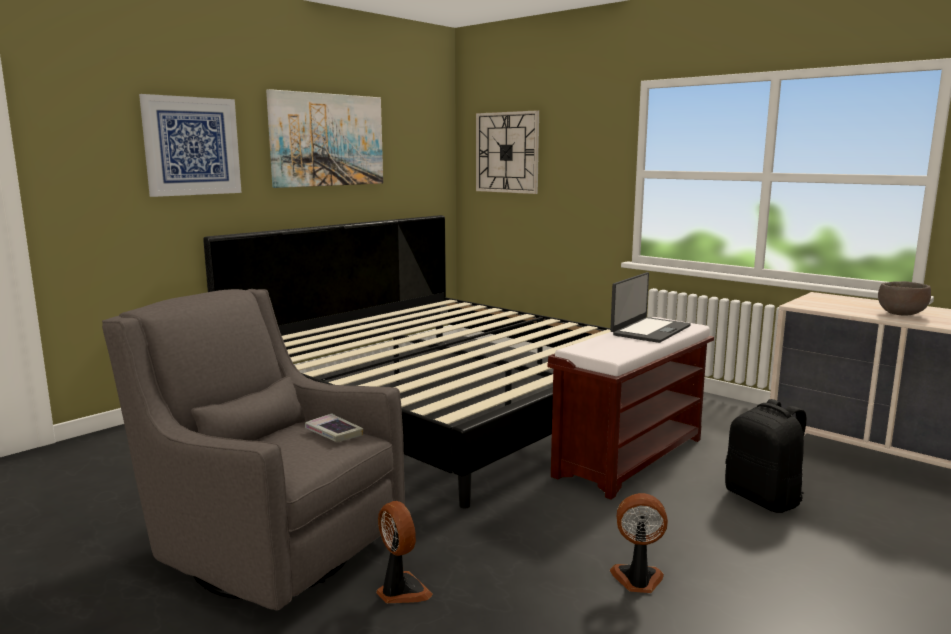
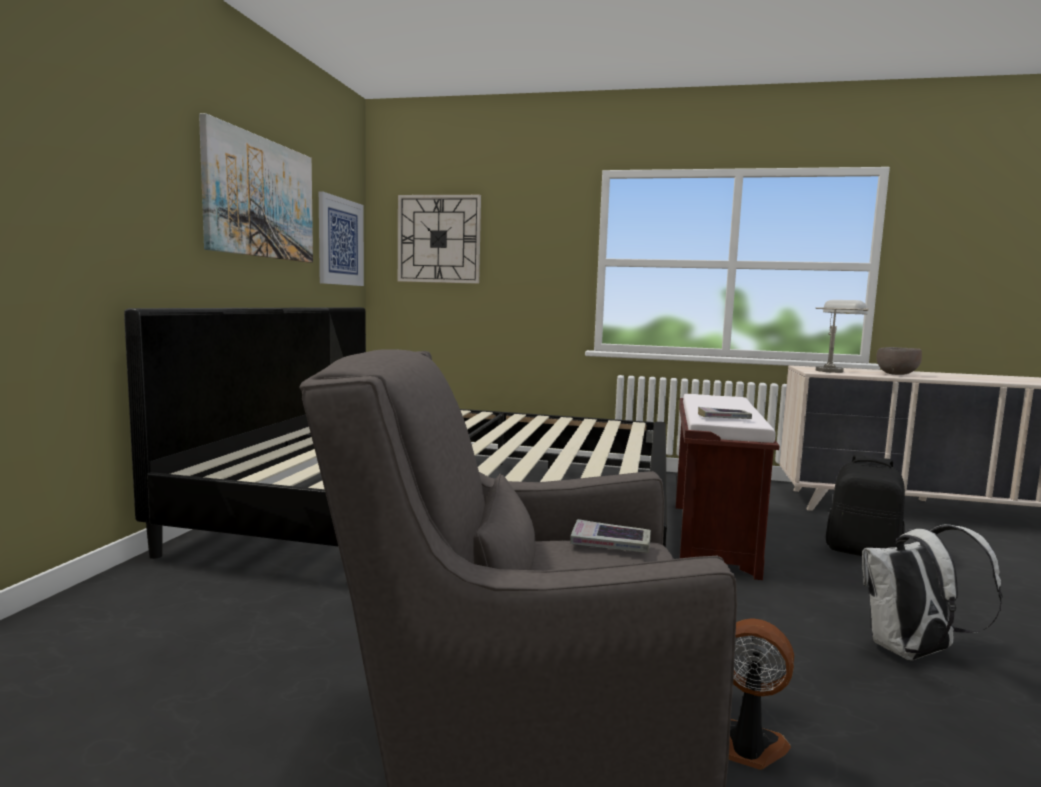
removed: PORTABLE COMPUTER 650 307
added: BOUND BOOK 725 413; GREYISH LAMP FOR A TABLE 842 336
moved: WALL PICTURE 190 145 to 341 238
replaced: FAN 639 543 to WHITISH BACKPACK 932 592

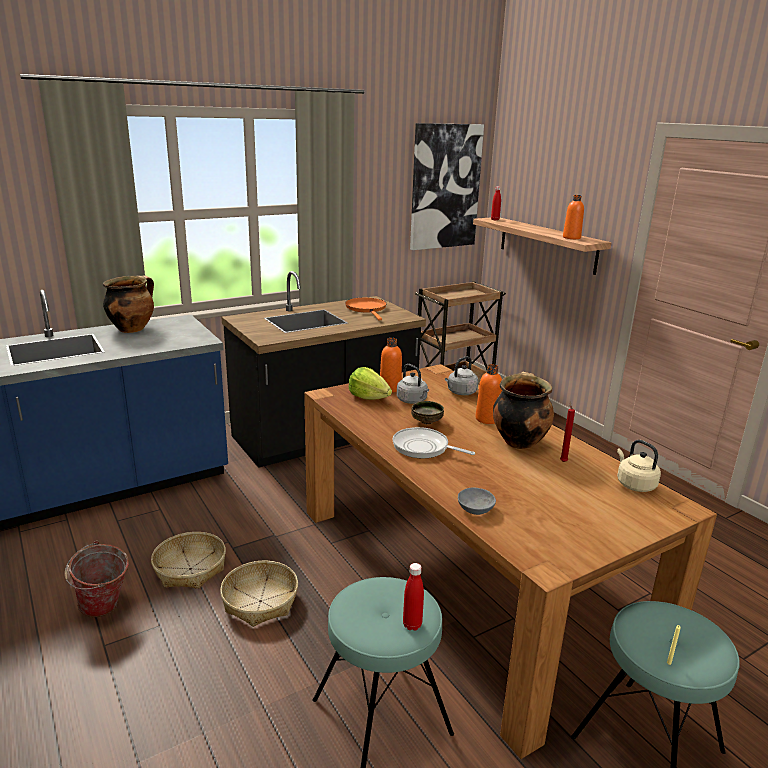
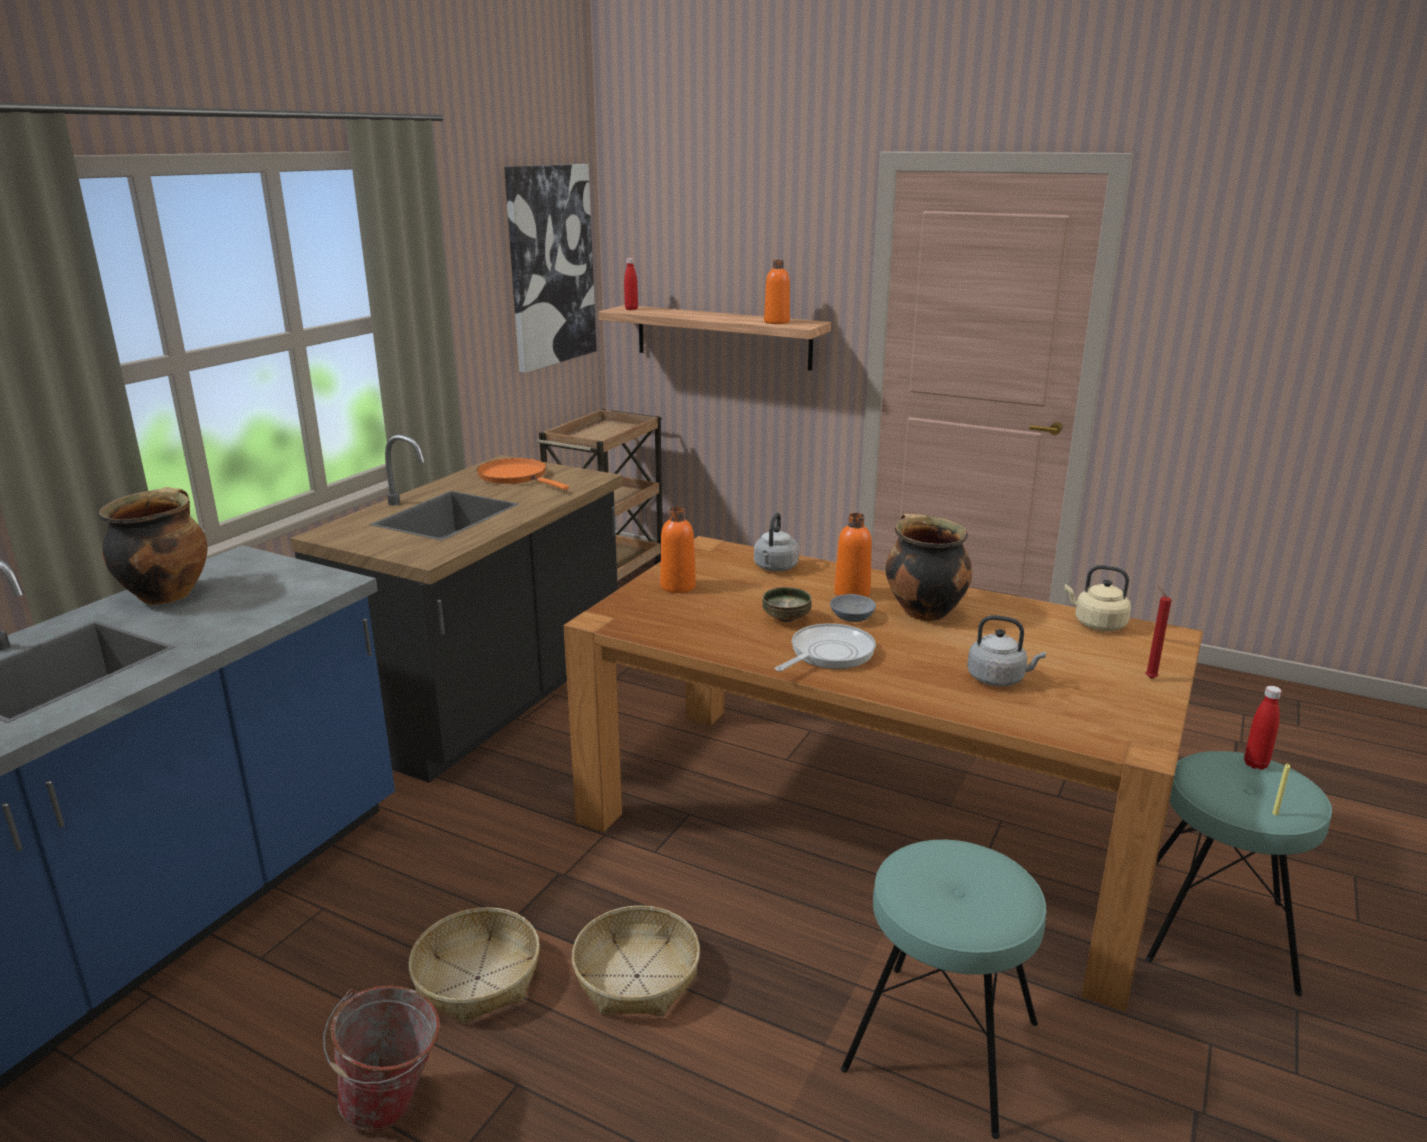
removed: LETTUCE 370 383
moved: GREYISH TEA KETTLE 413 384 to 1006 651; RED-COLOURED BEVERAGE BOTTLE 413 597 to 1263 728; GREYISH DEEP DISH 477 501 to 853 608; RED-COLOURED WAX CANDLE 567 432 to 1158 632
turned: PAN 434 443 = 825 647 135 degrees clockwise

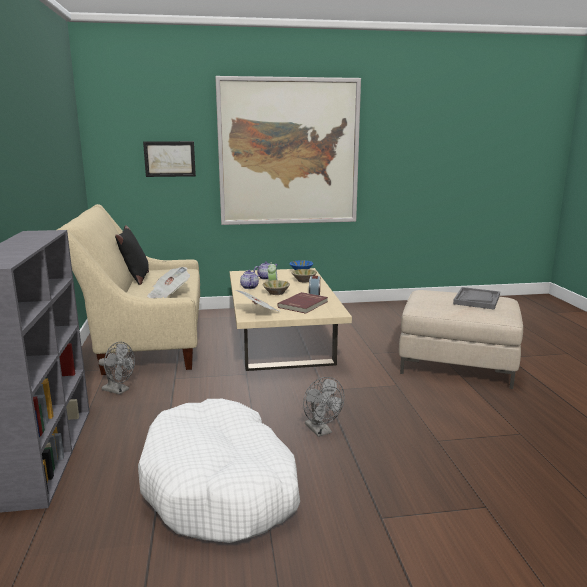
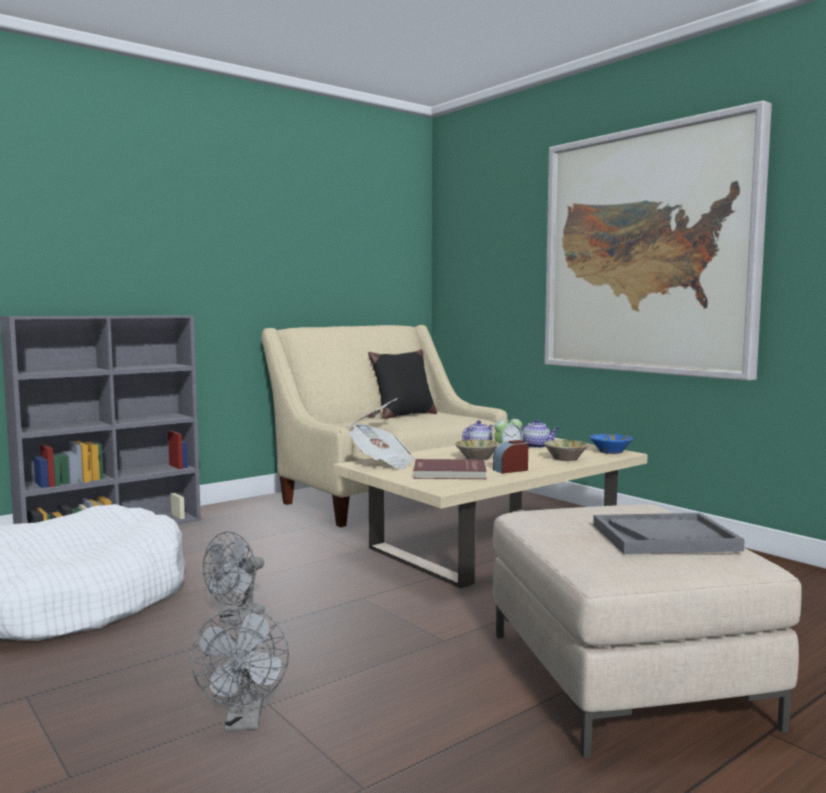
removed: WALL PICTURE 169 159
moved: GREYISH FAN 116 368 to 239 669

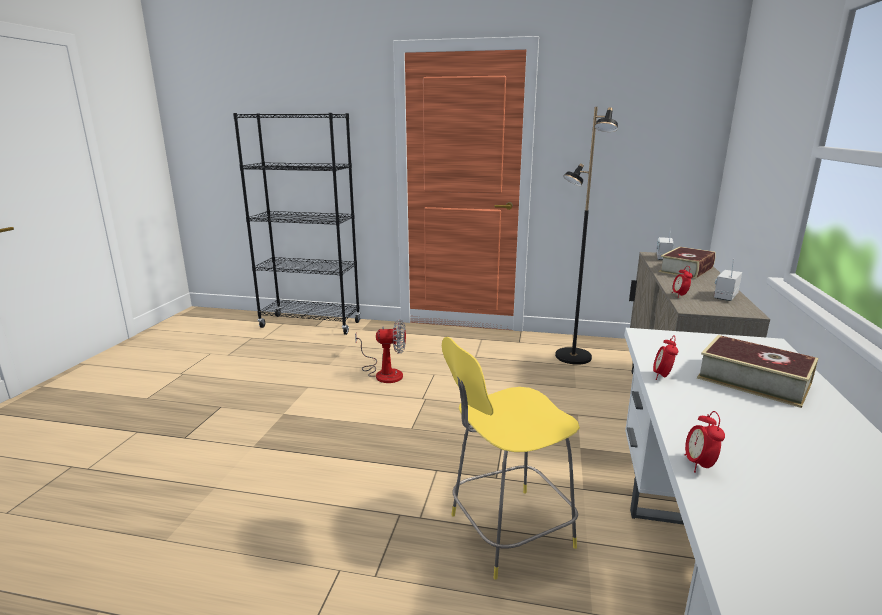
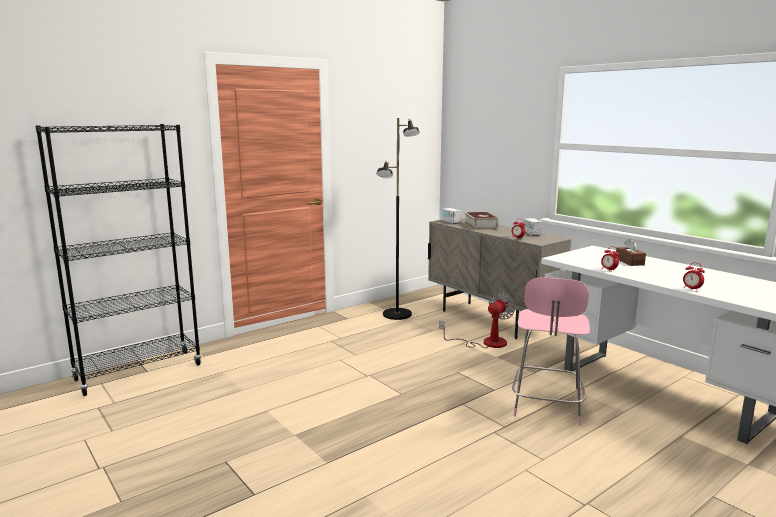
moved: FAN 380 351 to 477 319
replaced: BOUND BOOK 757 371 to BROWN TISSUE HOLDER 631 252
recoloured: YELLOWISH STOOL 511 458 to PINK-COLOURED STOOL 551 351

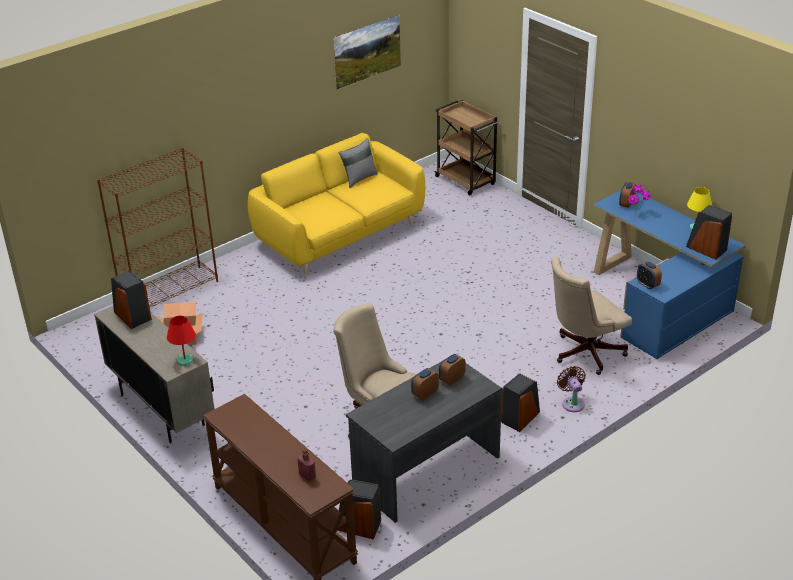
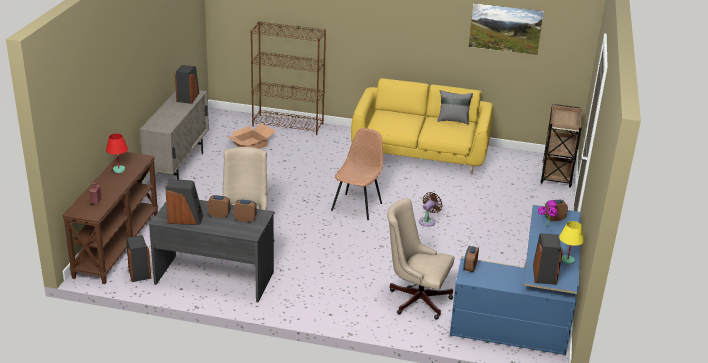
added: BROWN PLAIN CHAIR 357 174
moved: RED-COLOURED LAMP FOR A TABLE 181 341 to 117 153; AUDIO SPEAKER 520 403 to 184 202; BROWN FAN 571 389 to 431 209

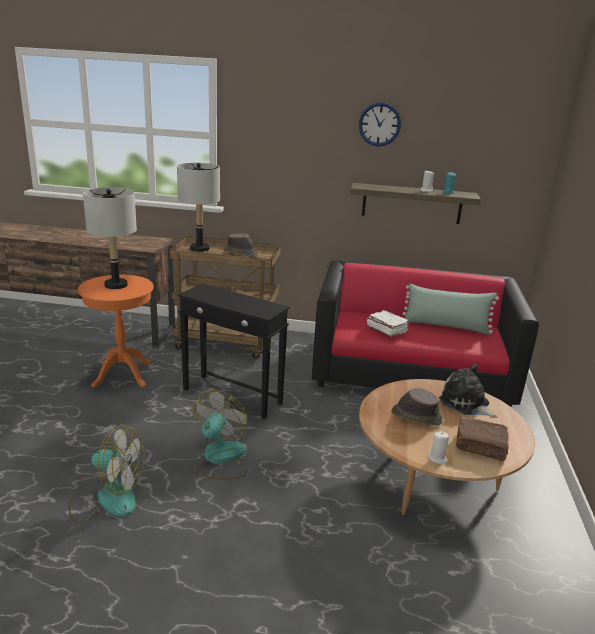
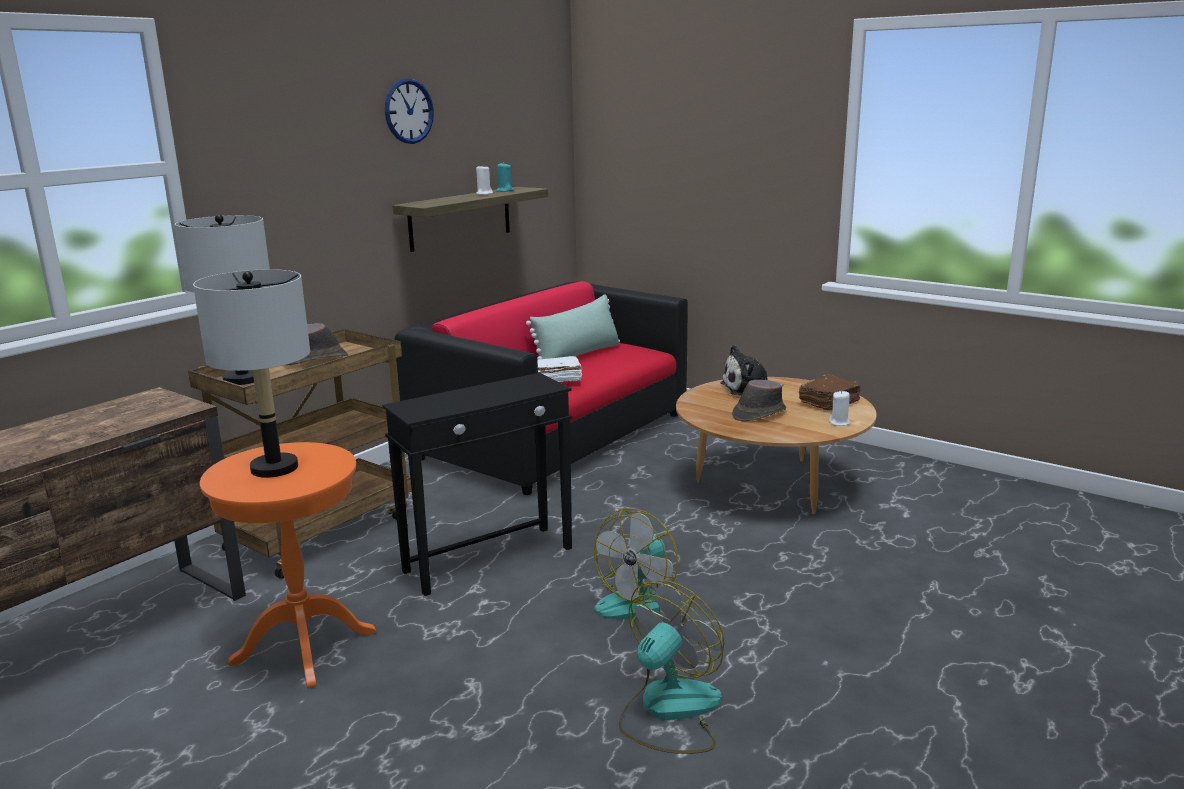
turned: FAN 221 435 = 636 563 105 degrees counterclockwise

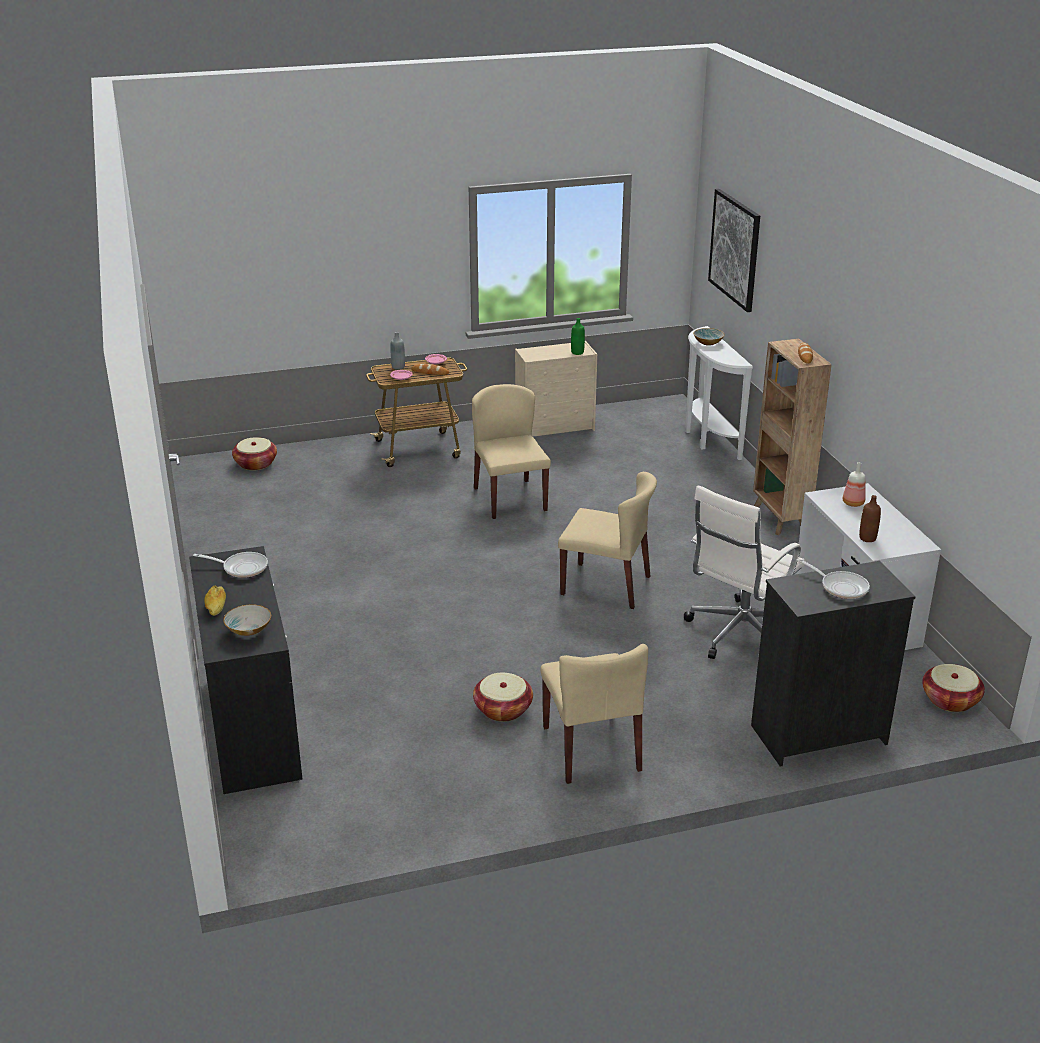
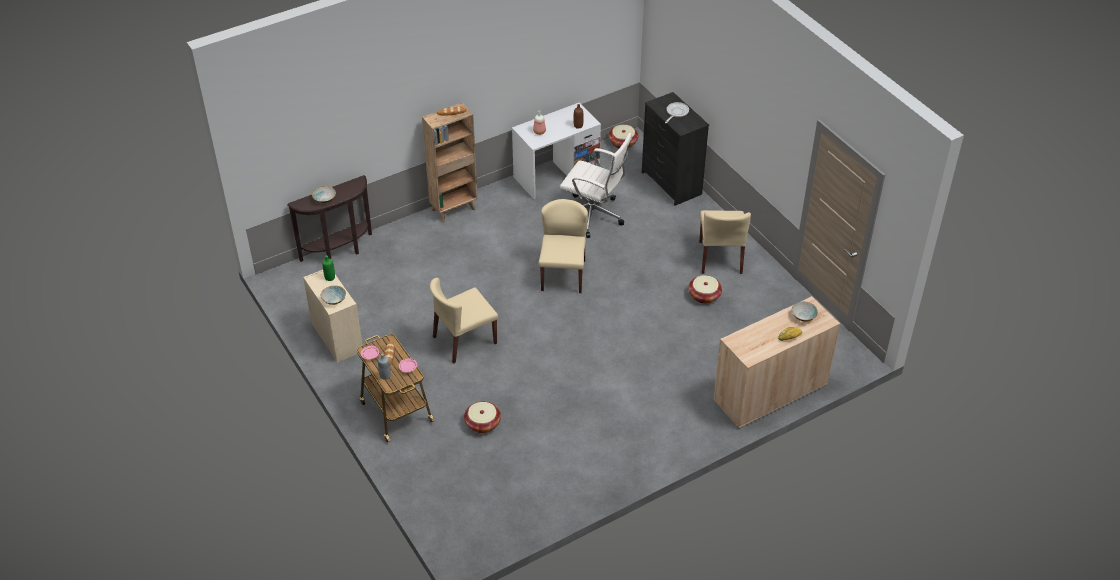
removed: PAN 230 565; WALL PICTURE 734 250
added: DEEP DISH 333 295
moved: STORAGE BASKET 254 454 to 482 417
recoloured: BLACK CABINET 245 671 to SAND-COLOURED CABINET 776 362; WHITISH HALL TABLE 719 393 to BROWN HALL TABLE 329 218
turned: SAND-COLOURED PLAIN CHAIR 594 714 = 725 242 120 degrees clockwise

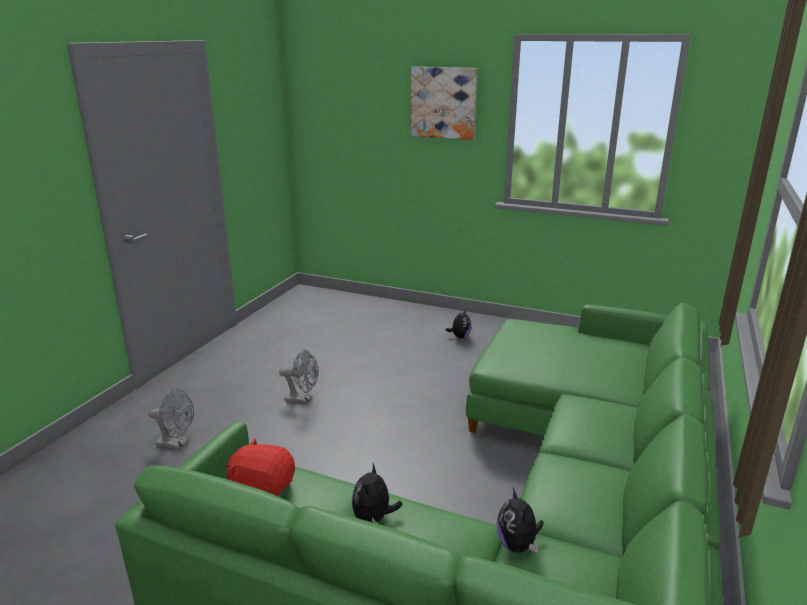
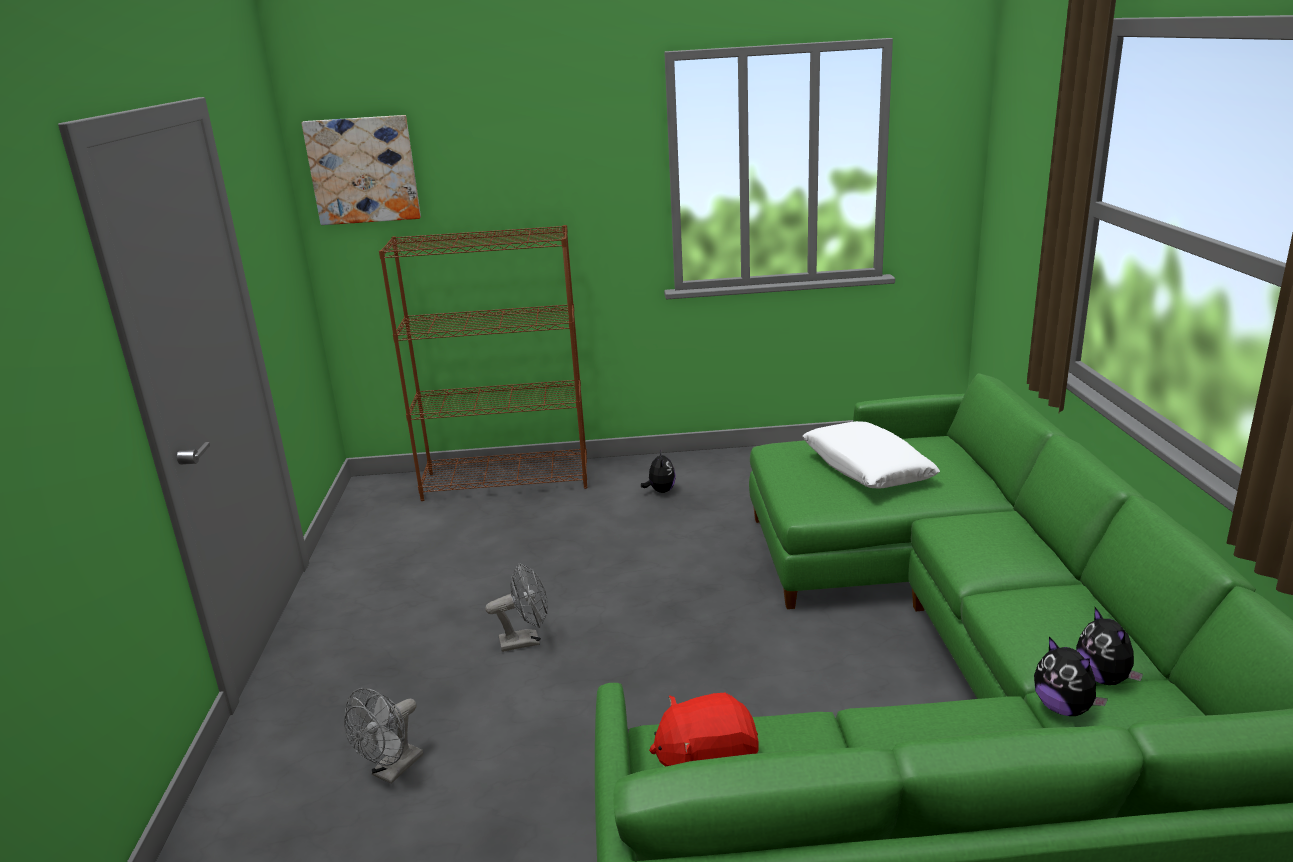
added: BROWN BOOKCASE 483 363; WHITISH CUSHION 871 454
moved: PLUSH TOY 377 493 to 1109 646; WALL PICTURE 444 103 to 361 170
turned: GREYISH FAN 171 419 = 383 736 135 degrees clockwise

